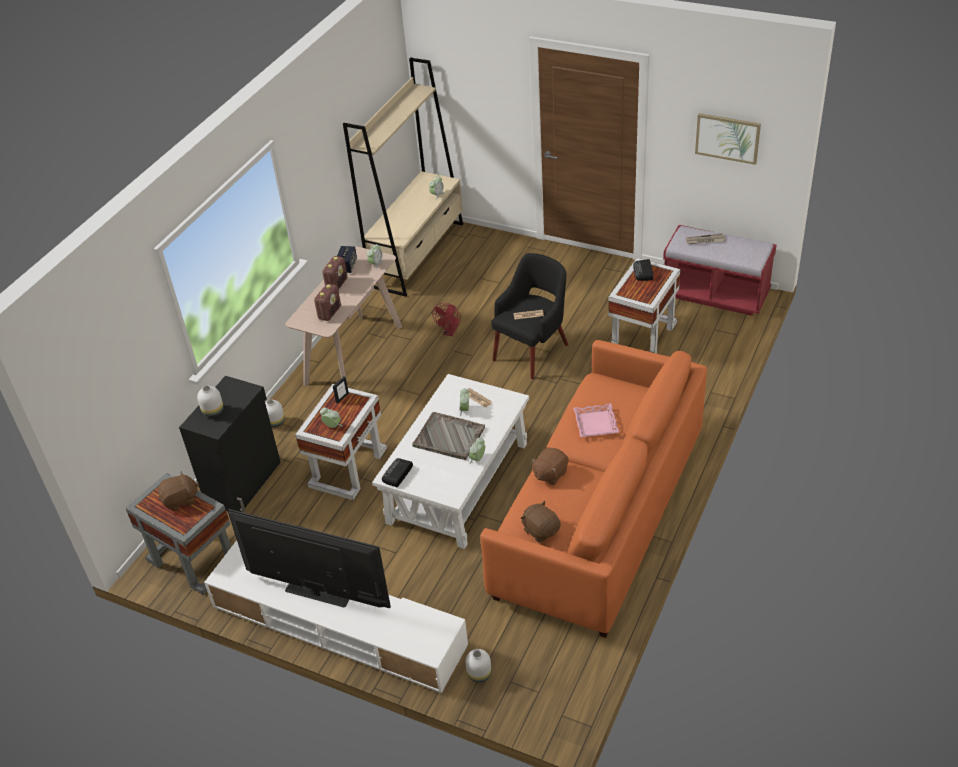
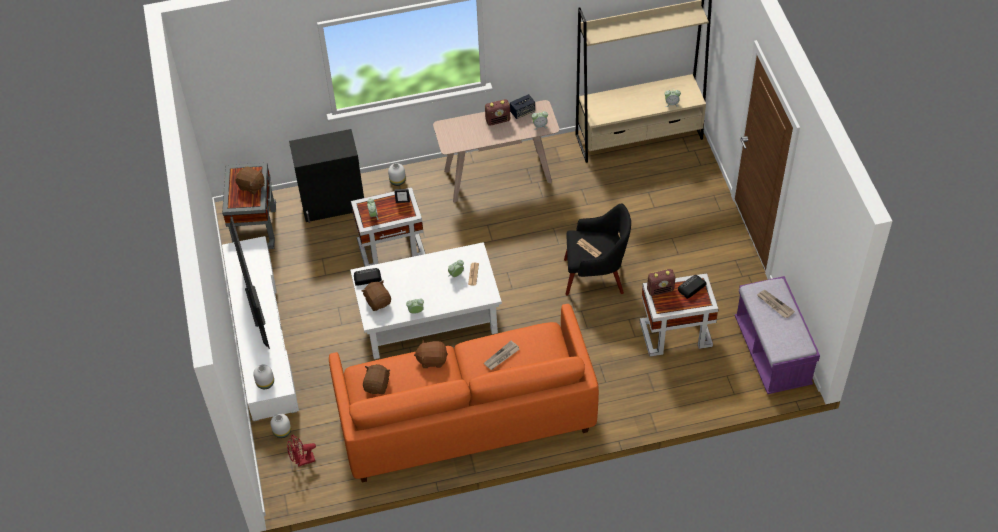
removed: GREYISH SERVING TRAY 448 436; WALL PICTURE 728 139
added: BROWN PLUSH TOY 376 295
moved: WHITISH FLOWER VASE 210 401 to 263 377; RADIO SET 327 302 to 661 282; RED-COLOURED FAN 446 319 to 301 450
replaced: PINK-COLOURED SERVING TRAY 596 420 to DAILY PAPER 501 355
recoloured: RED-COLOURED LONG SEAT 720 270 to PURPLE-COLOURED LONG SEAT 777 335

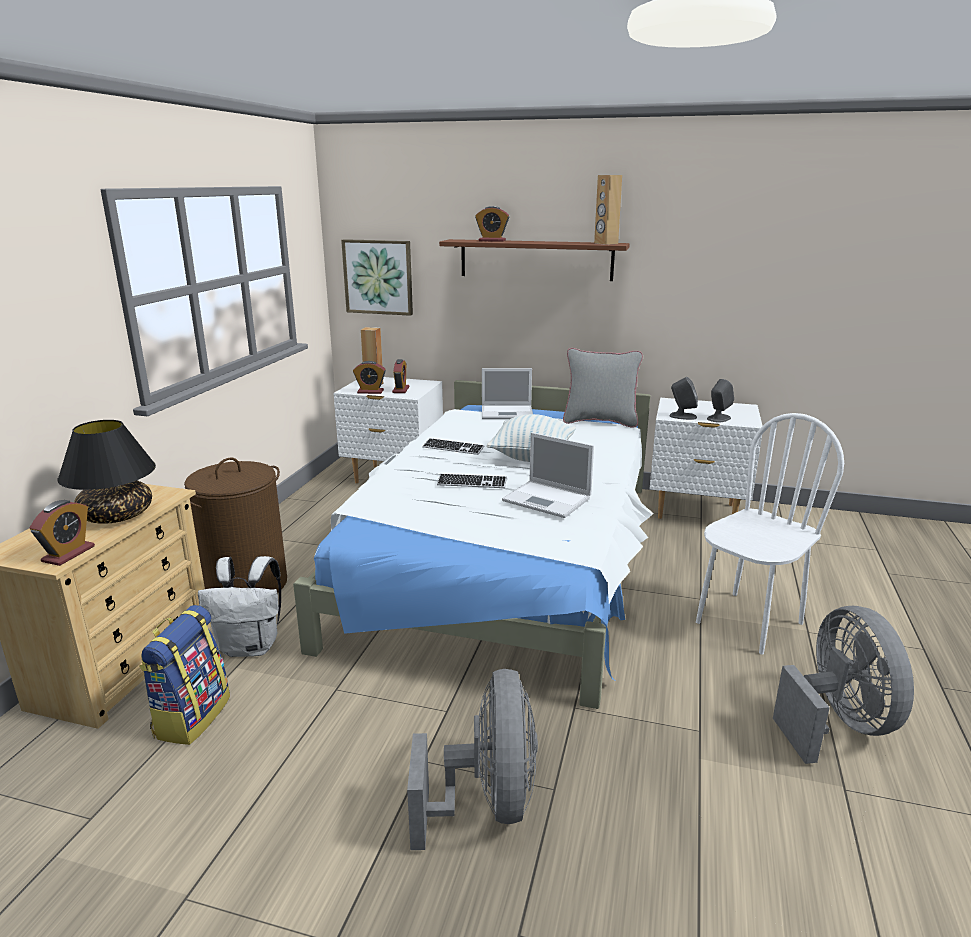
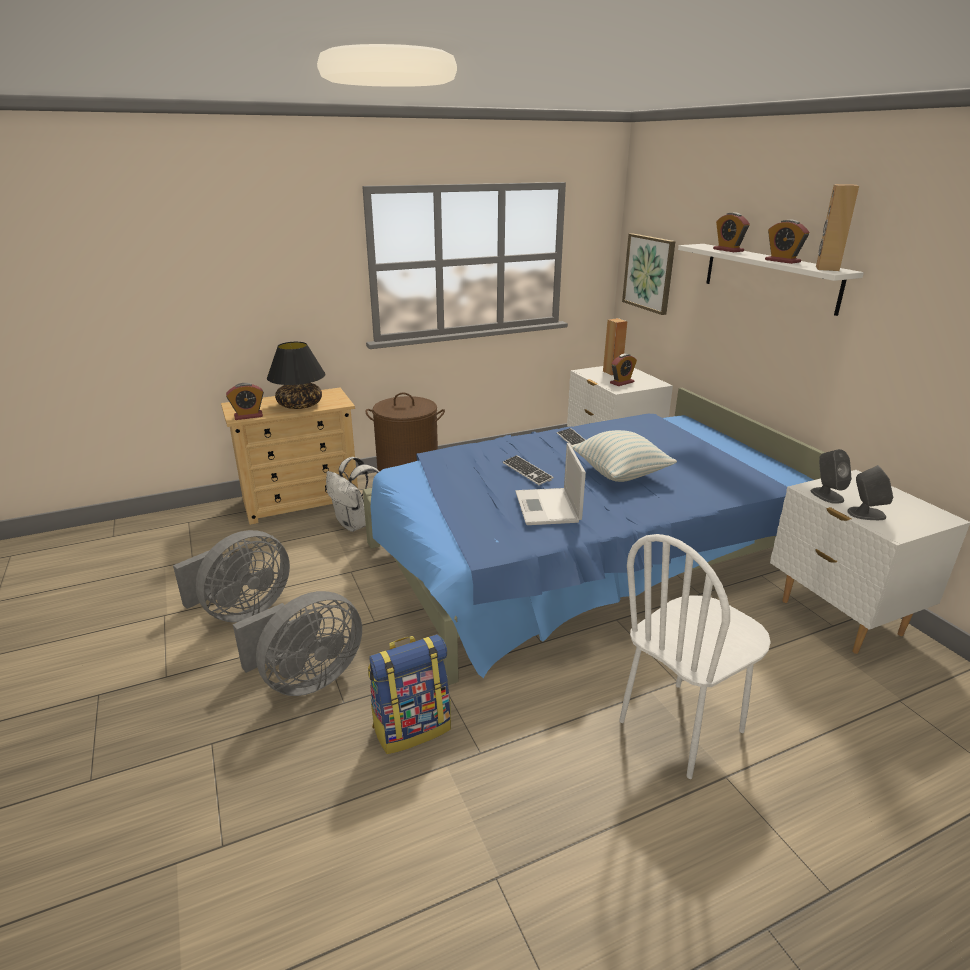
removed: PORTABLE COMPUTER 507 393; GREYISH CUSHION 603 388
moved: BACKPACK 184 675 to 409 694; BEDSIDE CLOCK 369 377 to 787 242; GREYISH FAN 843 685 to 231 576
recoloured: WHITISH BEDROOM BED 473 544 to BLUE BEDROOM BED 594 536; BROWN SHELF 534 260 to WHITISH SHELF 771 280
turned: WHITISH PLAIN CHAIR 770 534 = 695 656 135 degrees clockwise

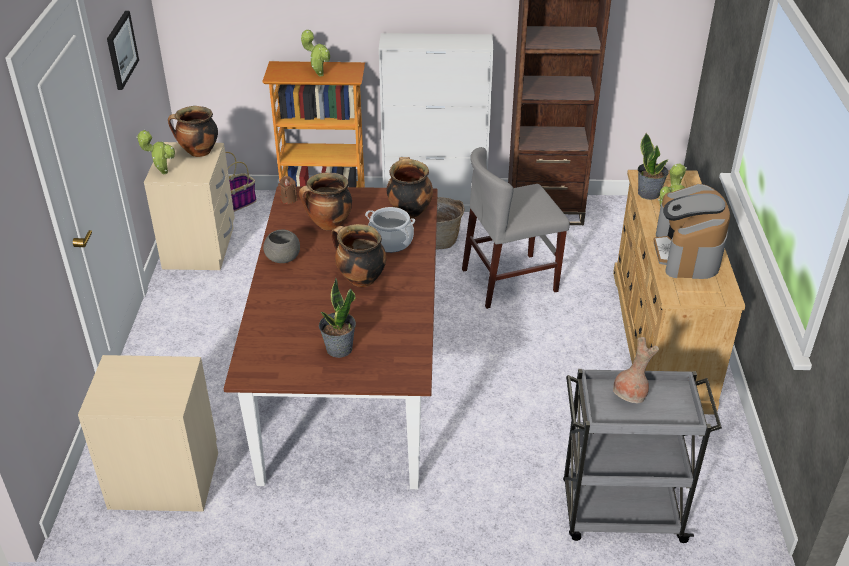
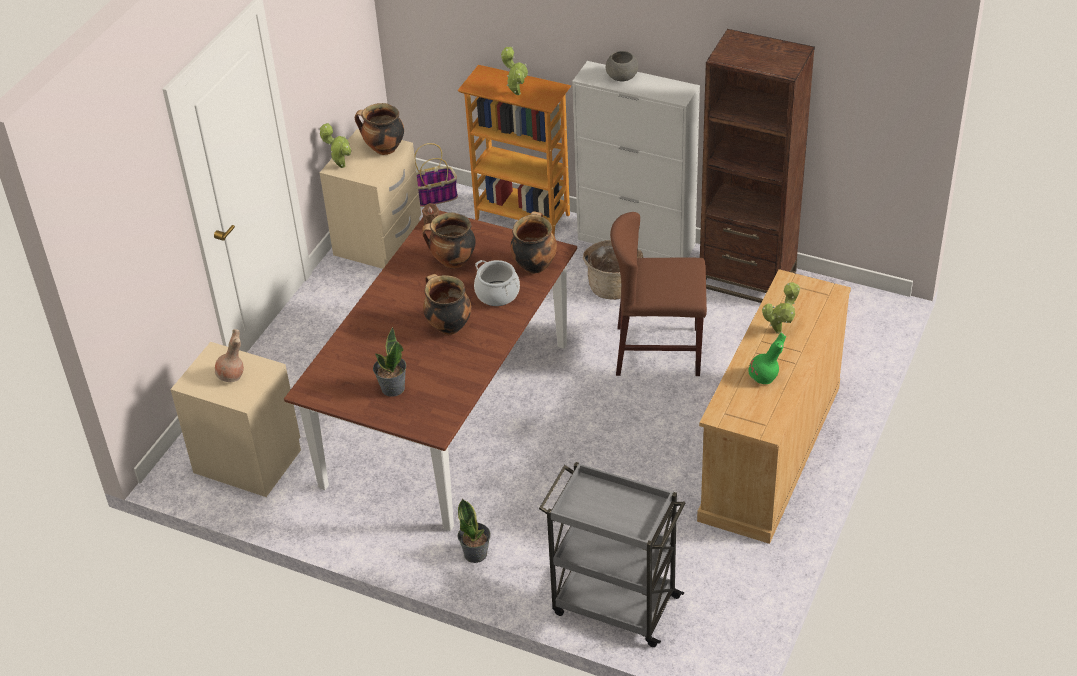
removed: WALL PICTURE 123 50
moved: GREYISH DEEP DISH 281 246 to 622 66; BROWN FLOWER VASE 636 370 to 229 355; PLANT IN A POT 653 166 to 474 530
replaced: COFFEE MAKER 692 231 to GREEN-COLOURED FLOWER VASE 767 358
recoloured: GREYISH PLAIN CHAIR 516 228 to BROWN PLAIN CHAIR 658 294

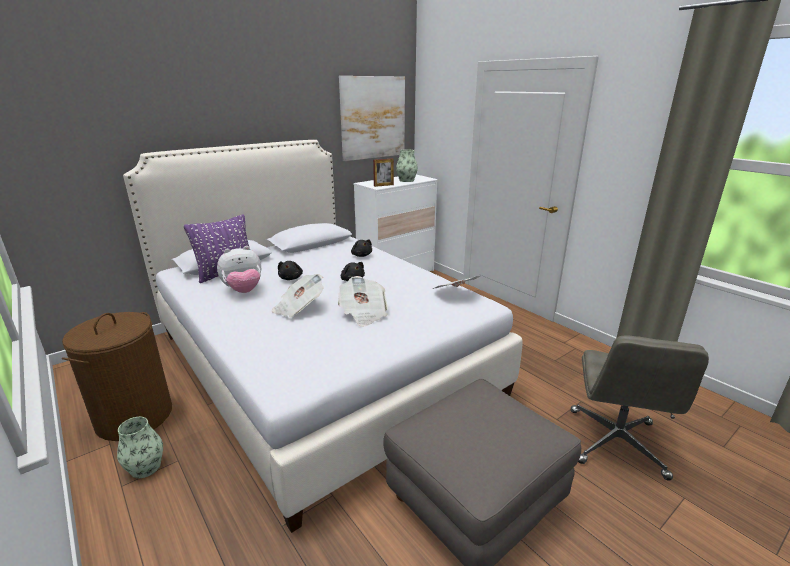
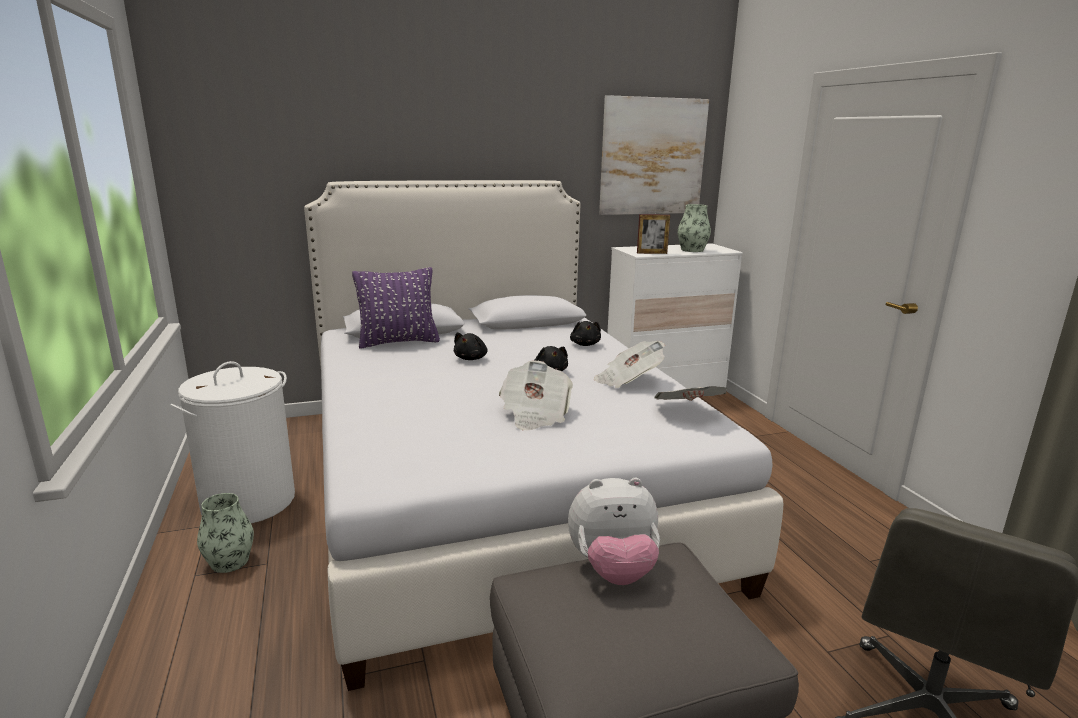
moved: PLUSH TOY 239 269 to 614 531; DAILY PAPER 297 295 to 629 364
recoloured: BROWN HAMPER 117 376 to WHITISH HAMPER 232 442

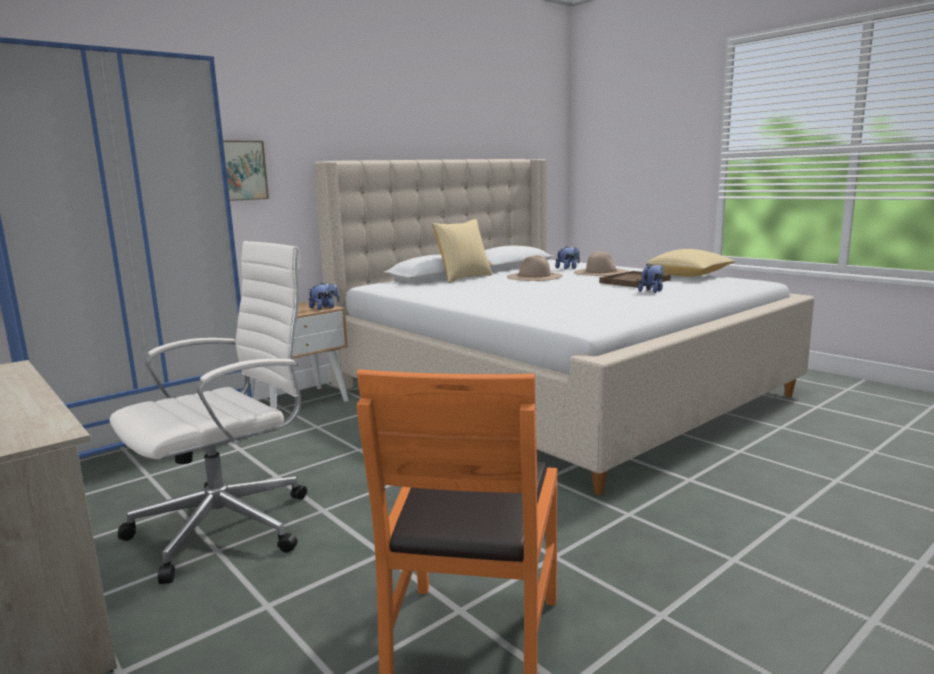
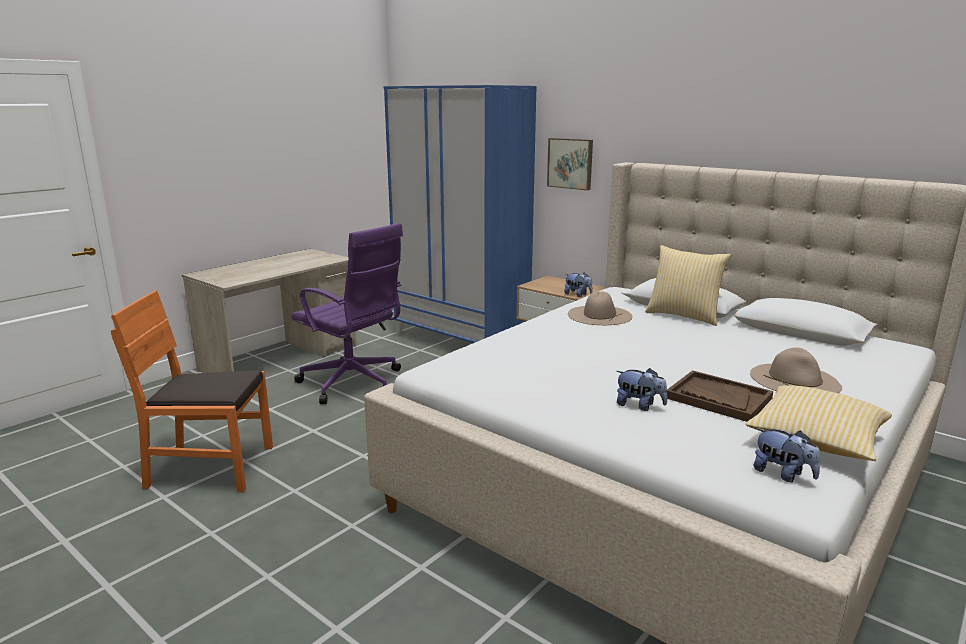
moved: SAND-COLOURED HAT 535 268 to 600 308; PLUSH TOY 567 257 to 787 455
recoloured: WHITISH COMPUTER CHAIR 208 412 to PURPLE-COLOURED COMPUTER CHAIR 347 313

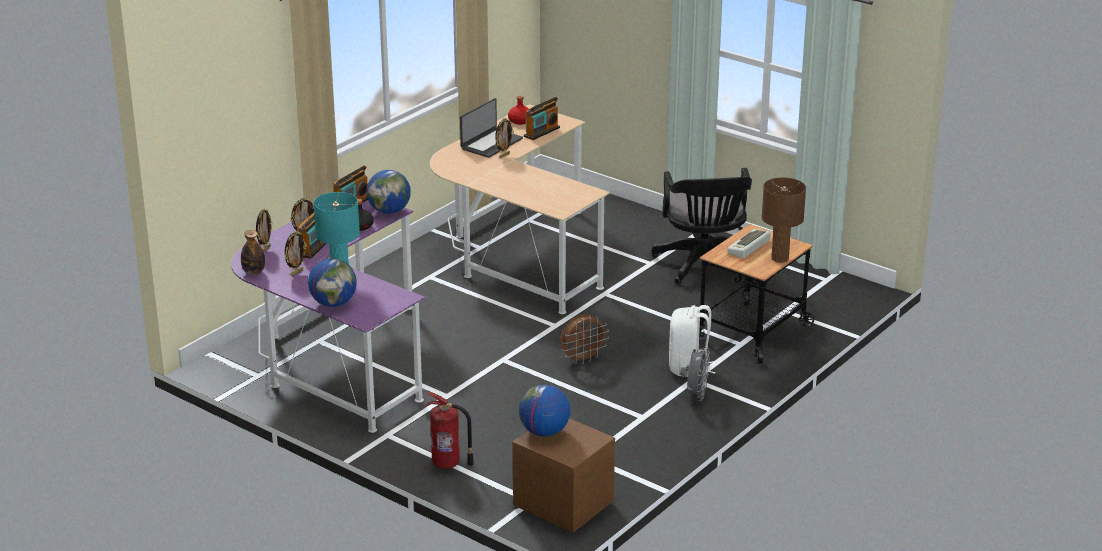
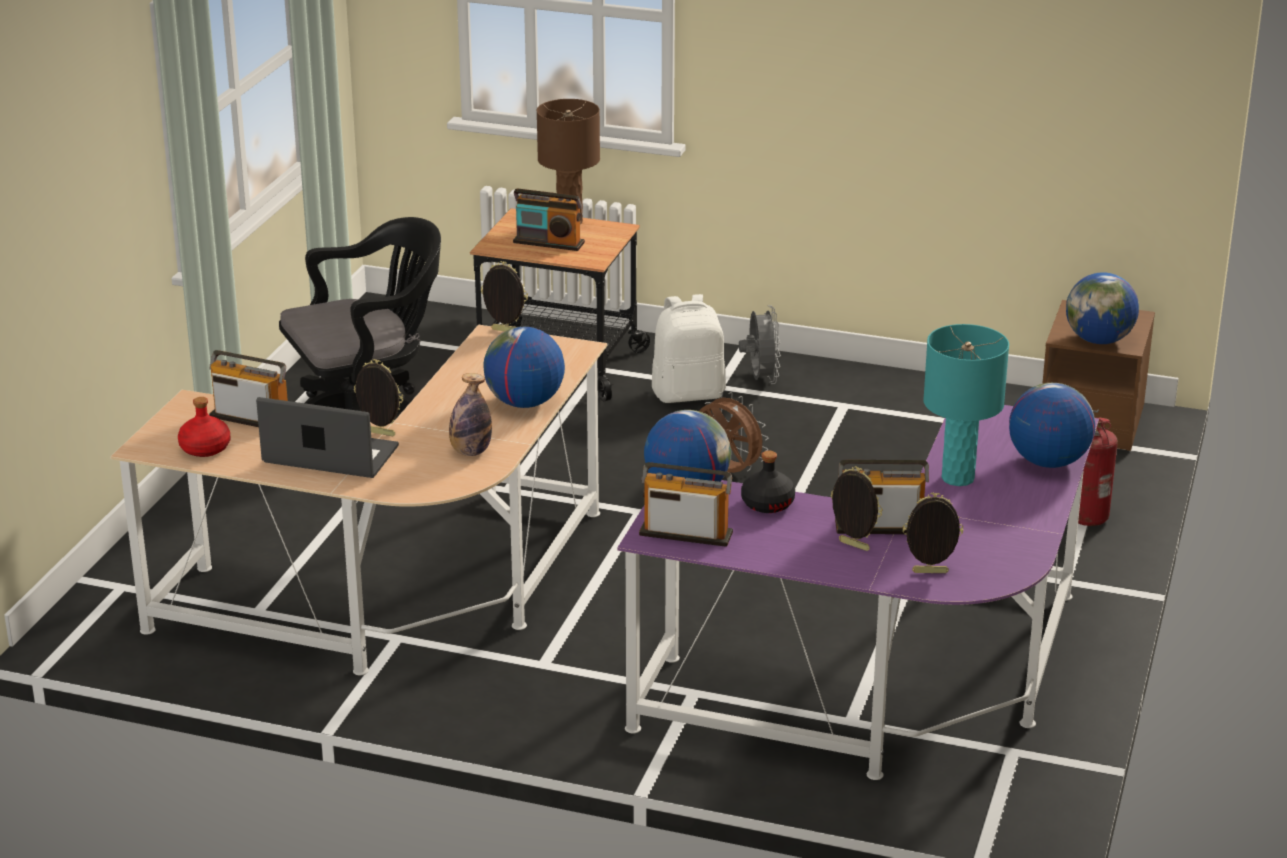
added: GLOBE 524 367
moved: BEVERAGE BOTTLE 253 252 to 470 414; STANDING FRAME 296 253 to 504 296
replaced: KEYBOARD 749 243 to RADIO SET 549 220
turned: GREYISH FAN 695 374 = 760 344 90 degrees clockwise

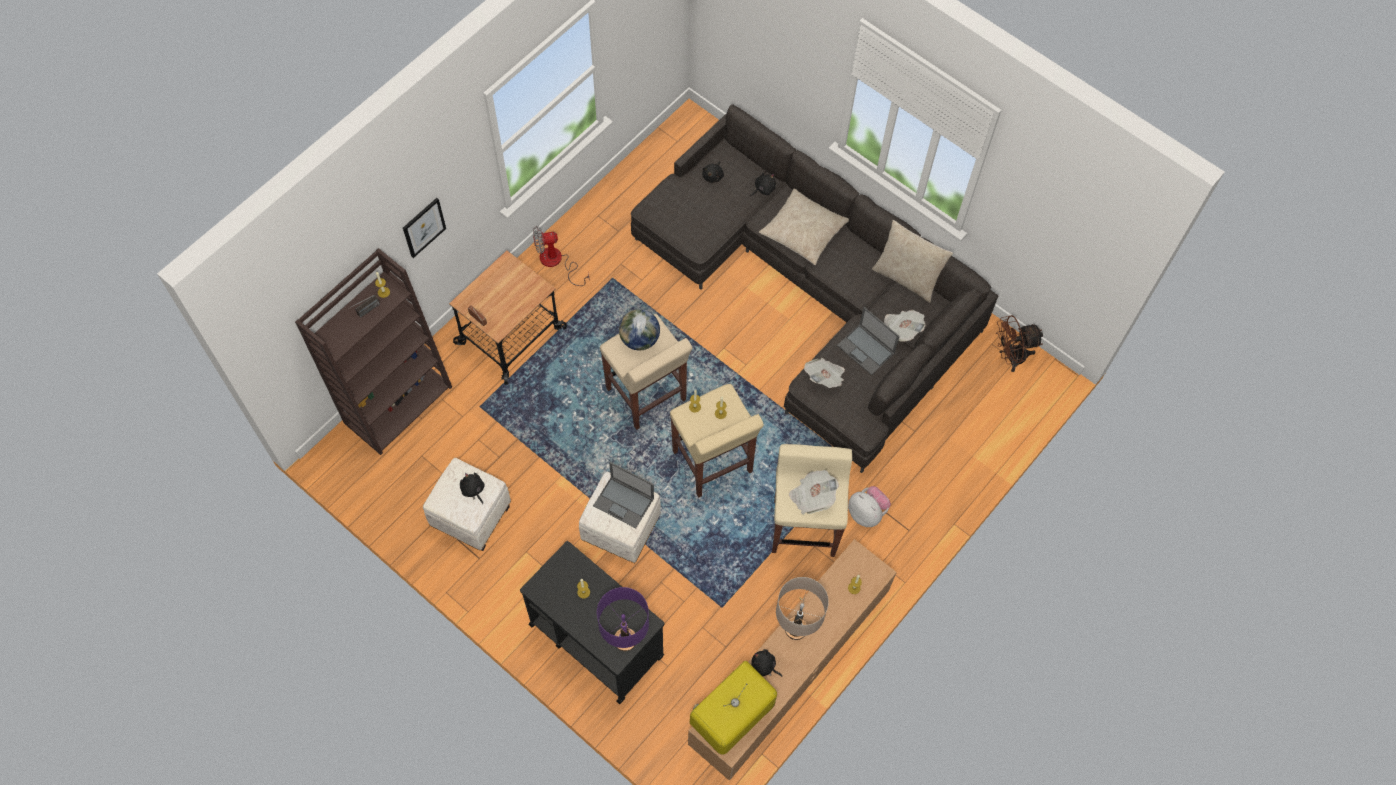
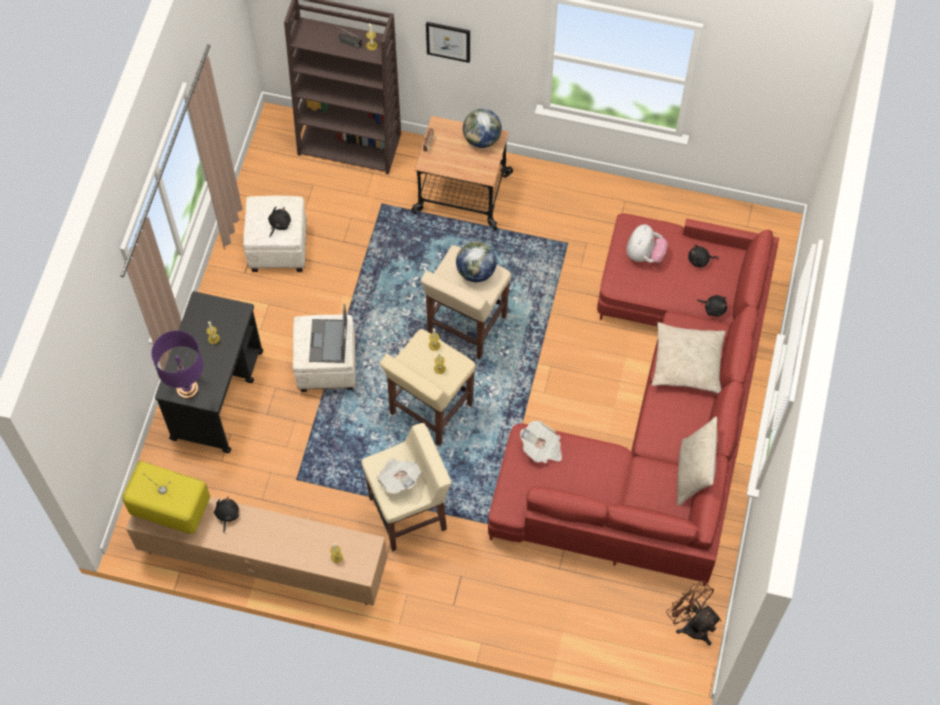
removed: FAN 561 256; SAND-COLOURED LAMP FOR A TABLE 802 608; PORTABLE COMPUTER 868 341; DAILY PAPER 904 326
added: GLOBE 482 128
moved: PLUSH TOY 869 506 to 647 243
recoloured: GREYISH SOFA 814 288 to RED-COLOURED SOFA 633 399

